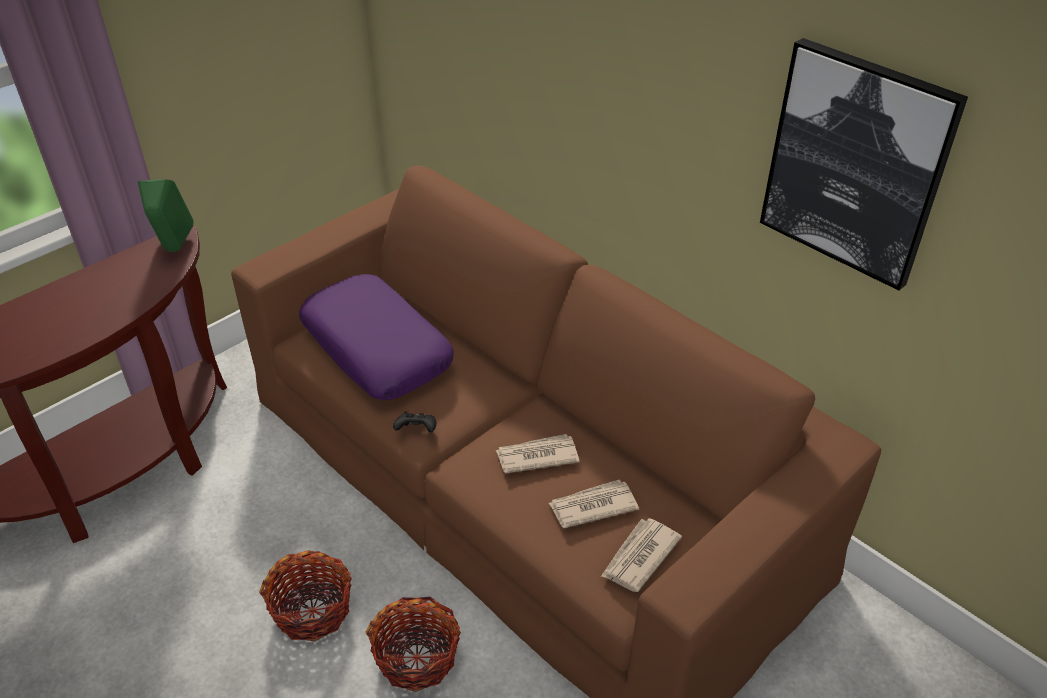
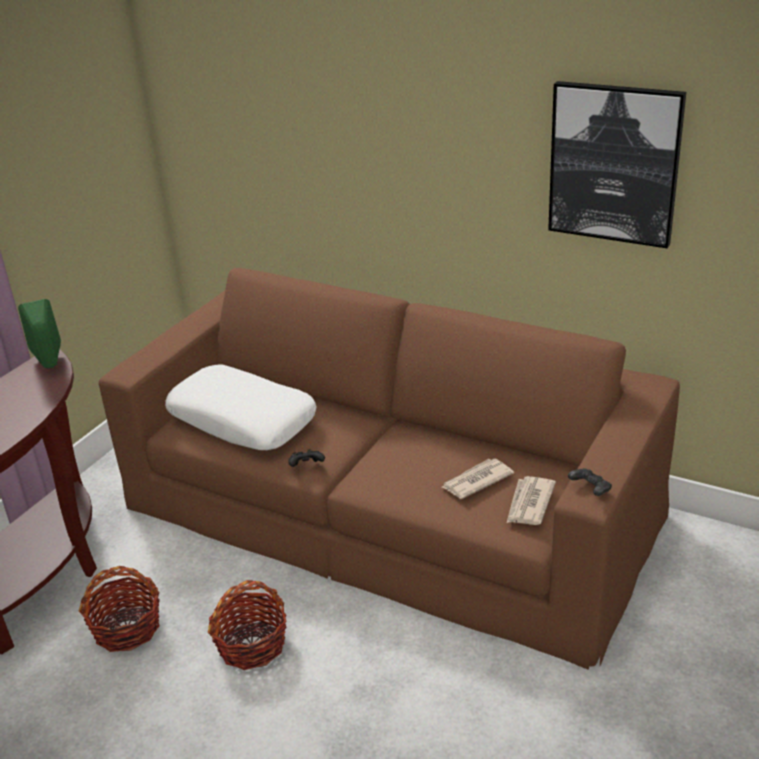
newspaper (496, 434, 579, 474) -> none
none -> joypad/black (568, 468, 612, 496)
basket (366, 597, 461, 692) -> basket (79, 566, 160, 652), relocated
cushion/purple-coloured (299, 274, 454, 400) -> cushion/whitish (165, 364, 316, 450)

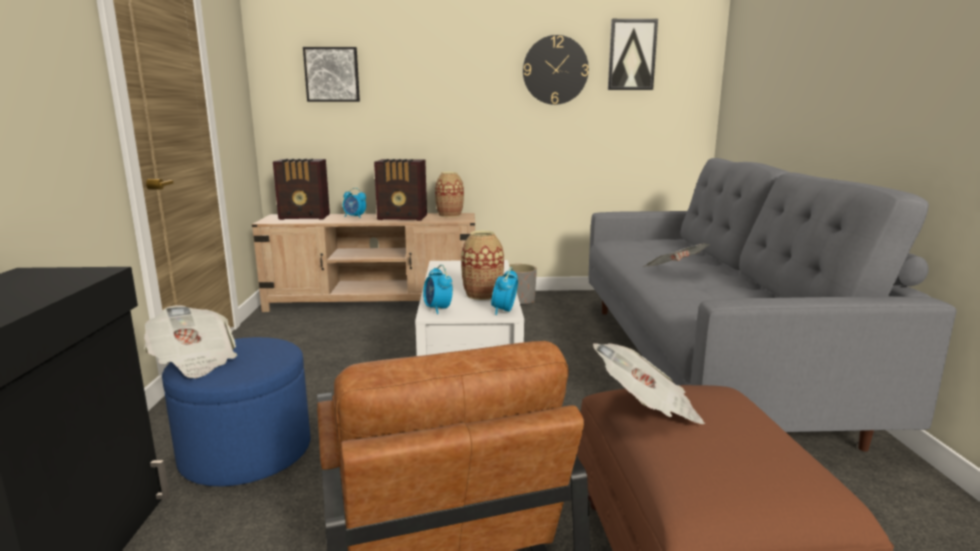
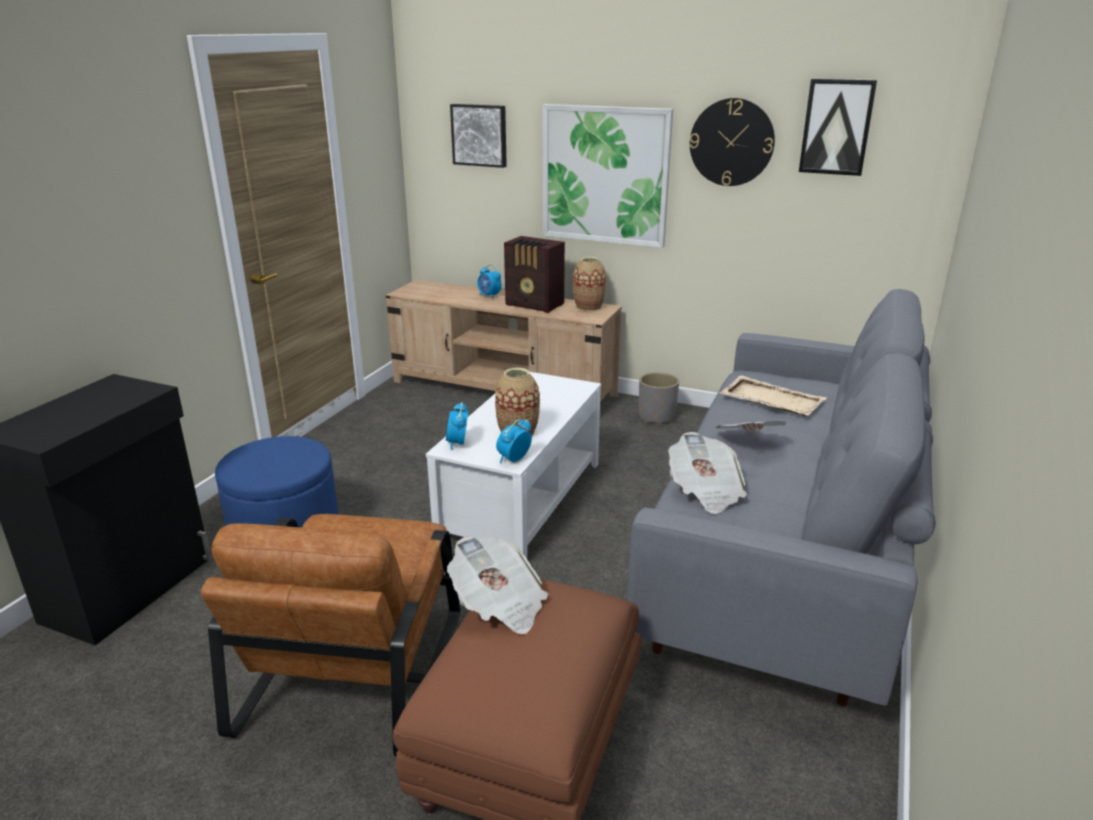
radio set (273, 159, 330, 220) -> none
none -> wall art (543, 104, 673, 248)
none -> carrying tray/sand-coloured (719, 376, 827, 416)
newspaper (144, 305, 237, 378) -> newspaper (668, 432, 747, 514), relocated

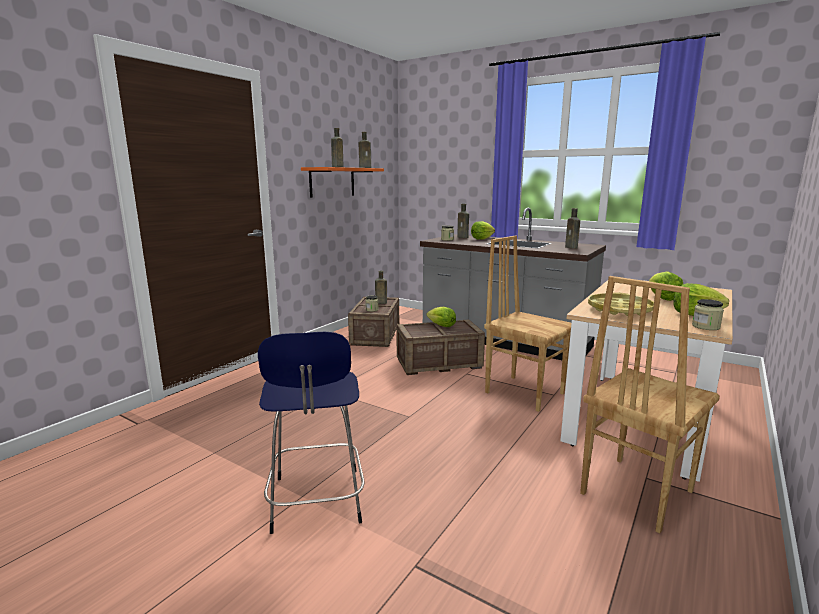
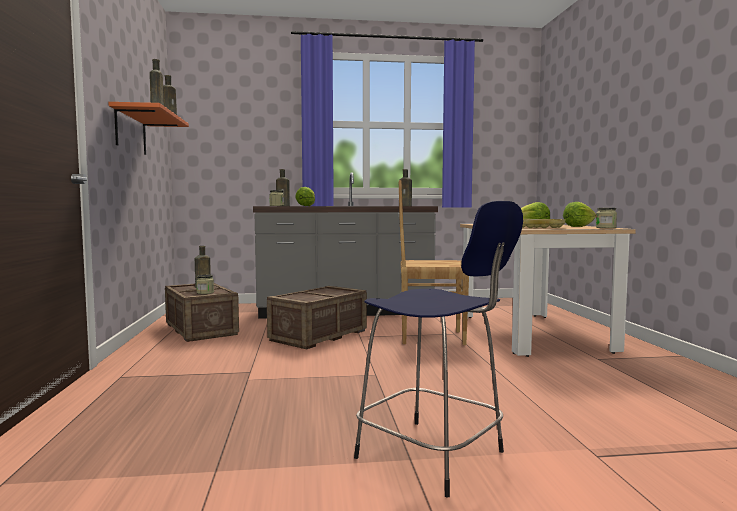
lettuce (427, 307, 456, 327) -> none
upright chair/brown (580, 276, 720, 533) -> none

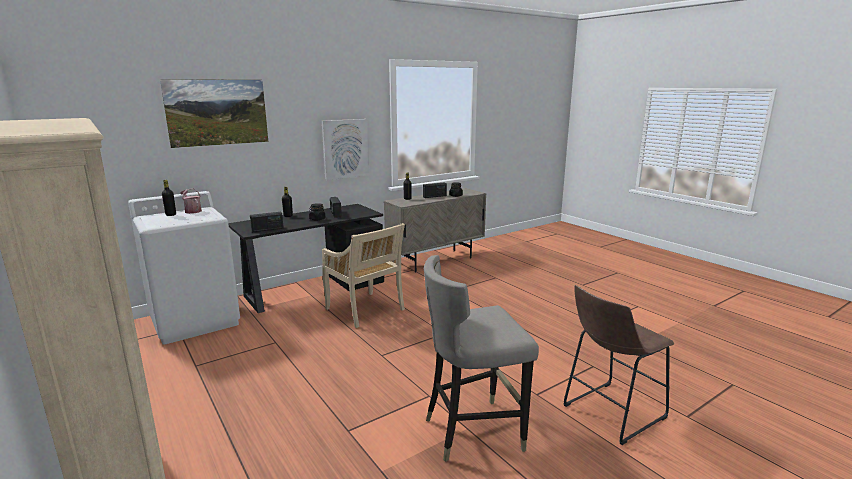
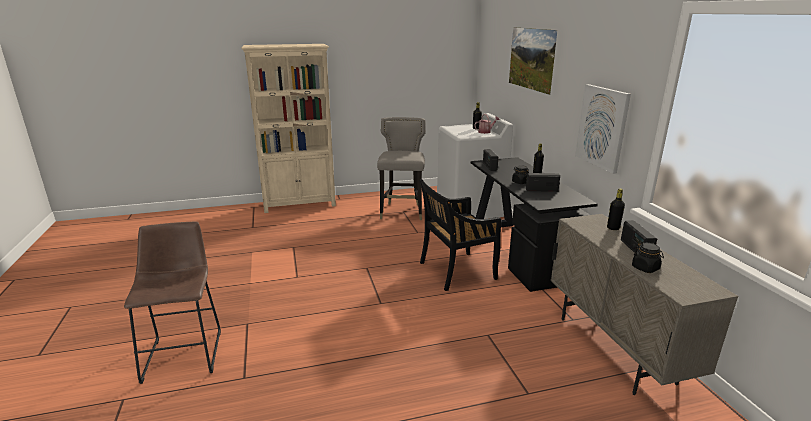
sitting stool/grey (424, 255, 539, 462) -> sitting stool/grey (377, 117, 426, 220), relocated
upright chair/sand-coloured (322, 223, 405, 328) -> upright chair/black (419, 179, 501, 291)

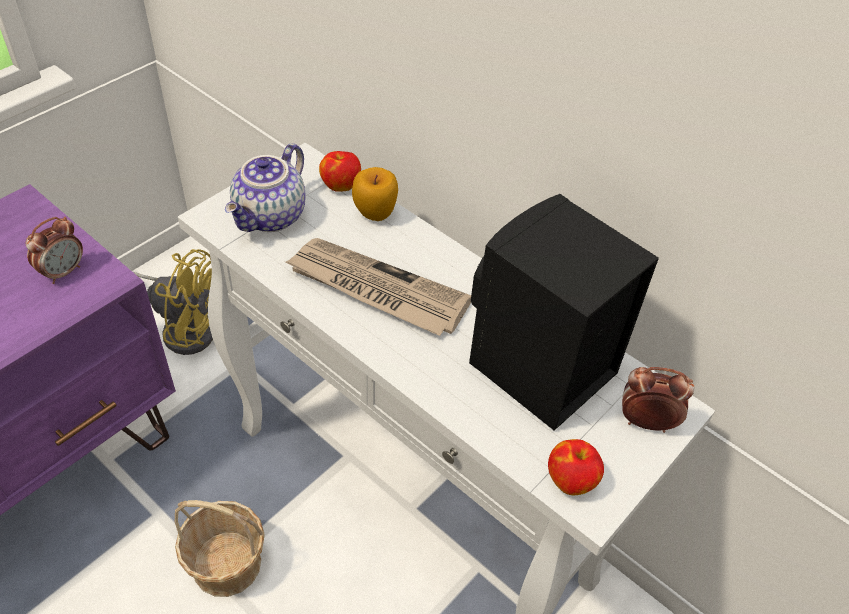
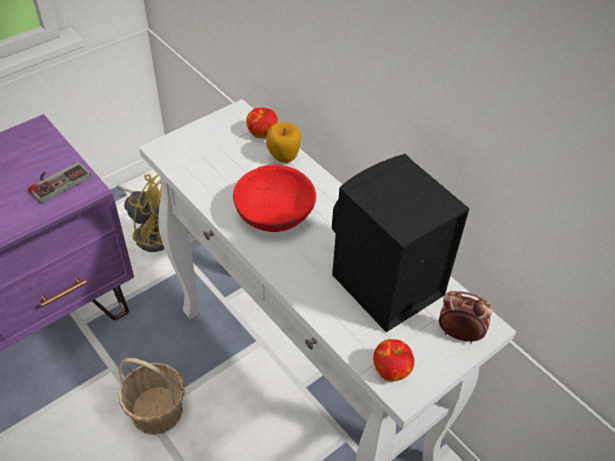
pot for tea (225, 143, 306, 232) -> none
bedside clock (25, 217, 83, 284) -> joypad (28, 162, 91, 204)
newspaper (285, 238, 471, 336) -> deep dish/red (233, 165, 316, 232)

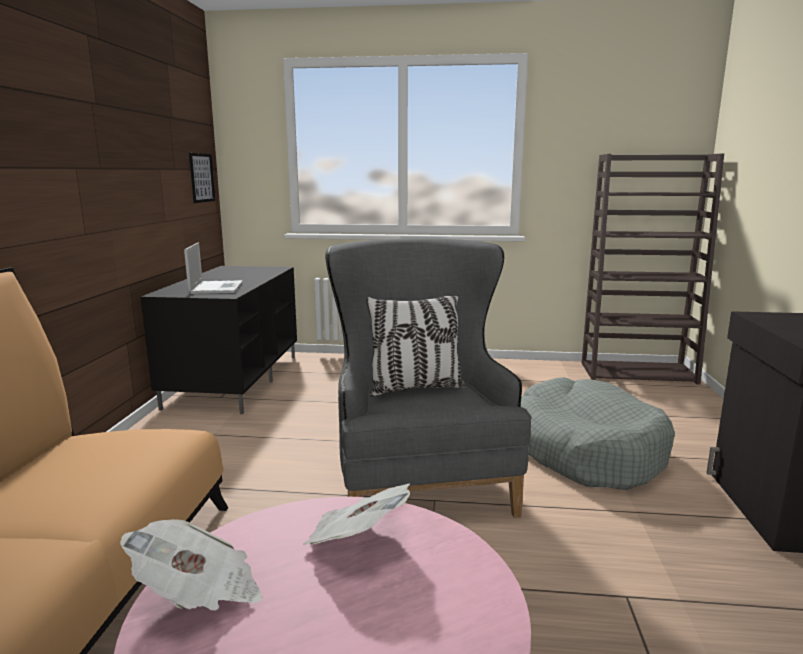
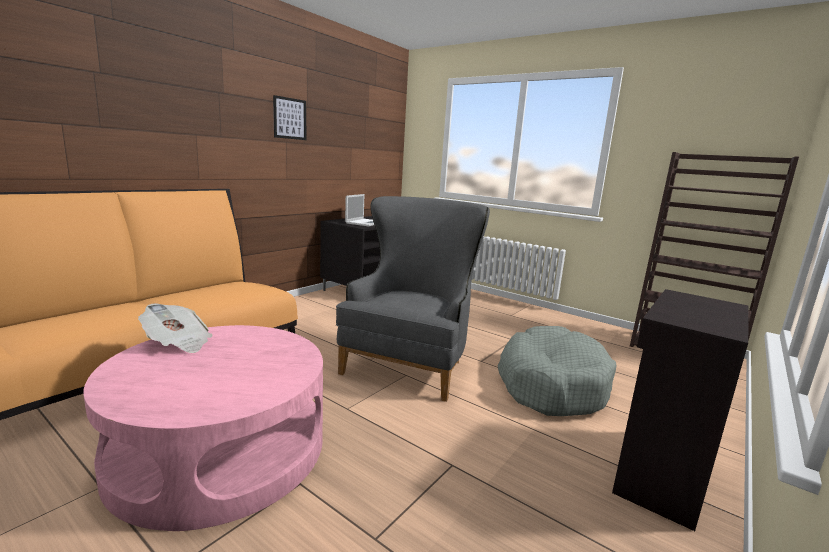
newspaper (303, 484, 410, 545) -> none
cushion (366, 294, 466, 396) -> none
wall art (189, 153, 215, 203) -> wall art (273, 95, 306, 140), relocated

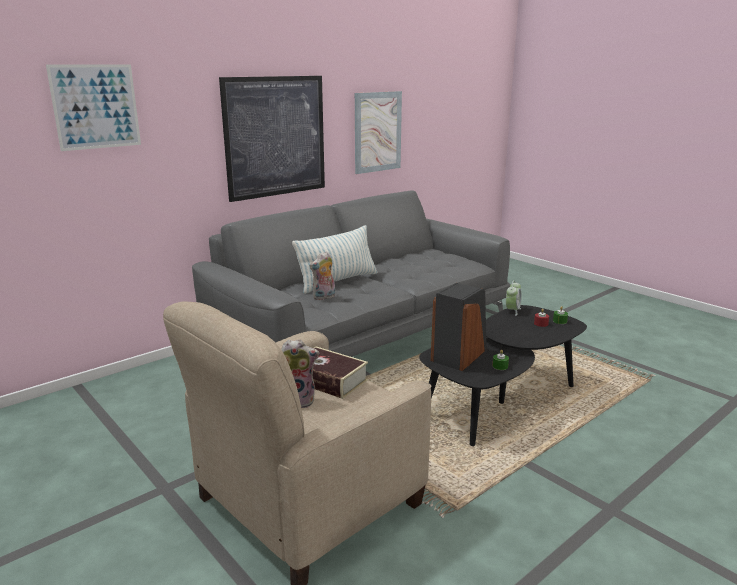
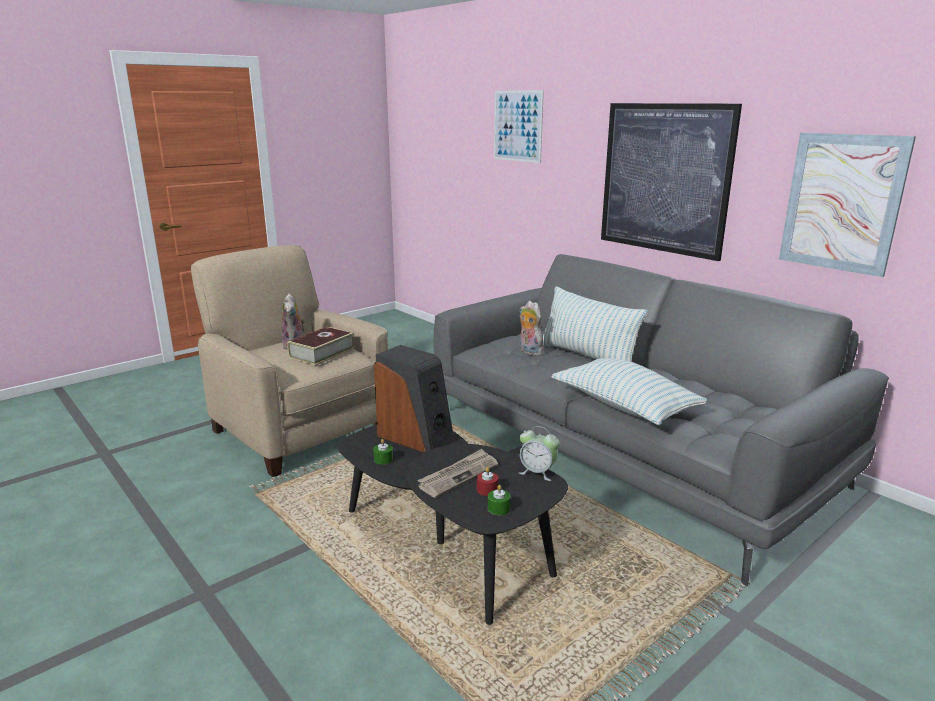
none -> newspaper (417, 449, 498, 498)
none -> cushion (551, 358, 708, 425)

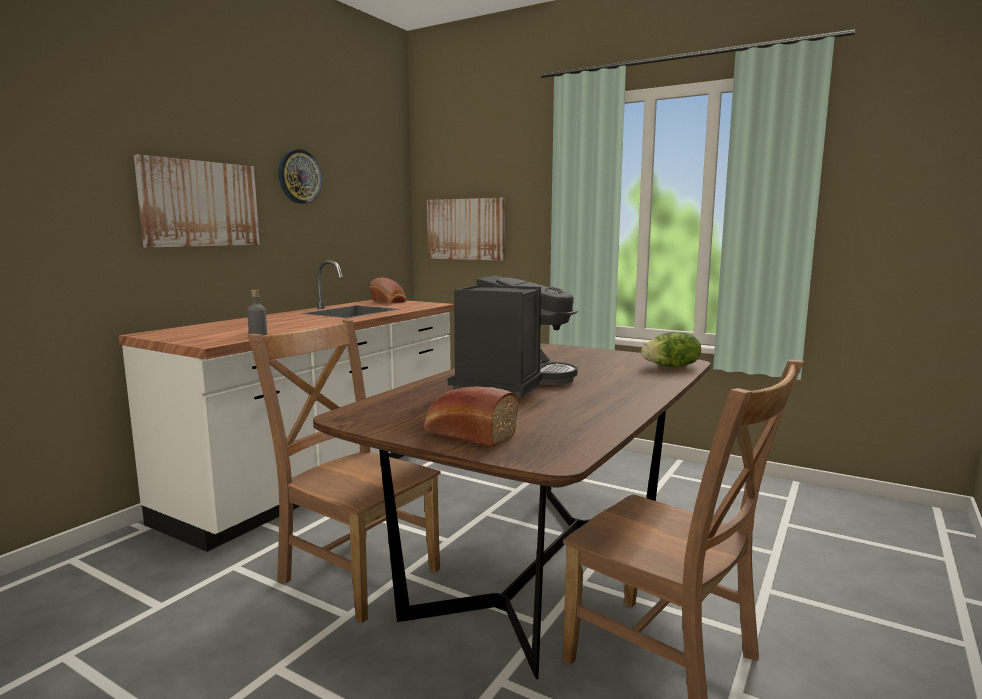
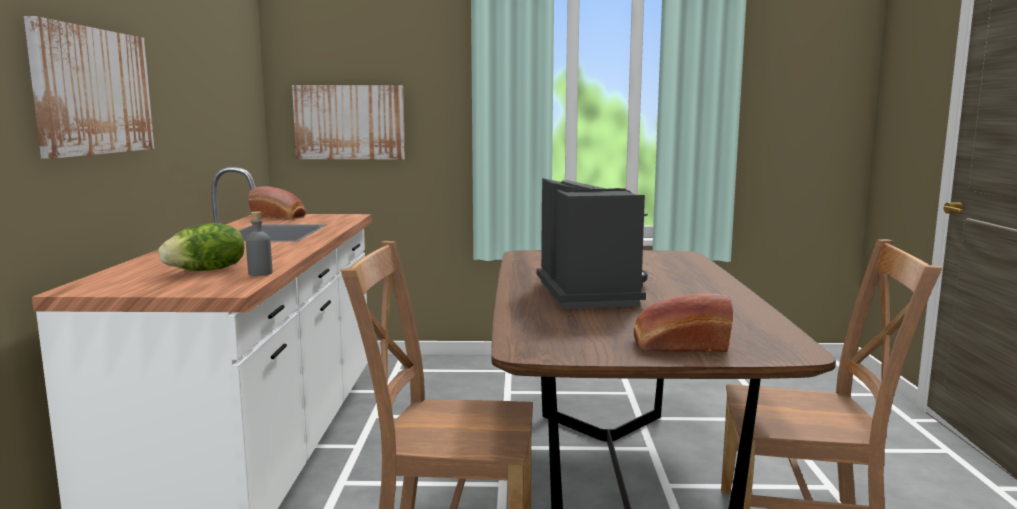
wall clock (278, 149, 322, 204) -> none
lettuce (641, 332, 701, 367) -> lettuce (158, 223, 244, 271), relocated

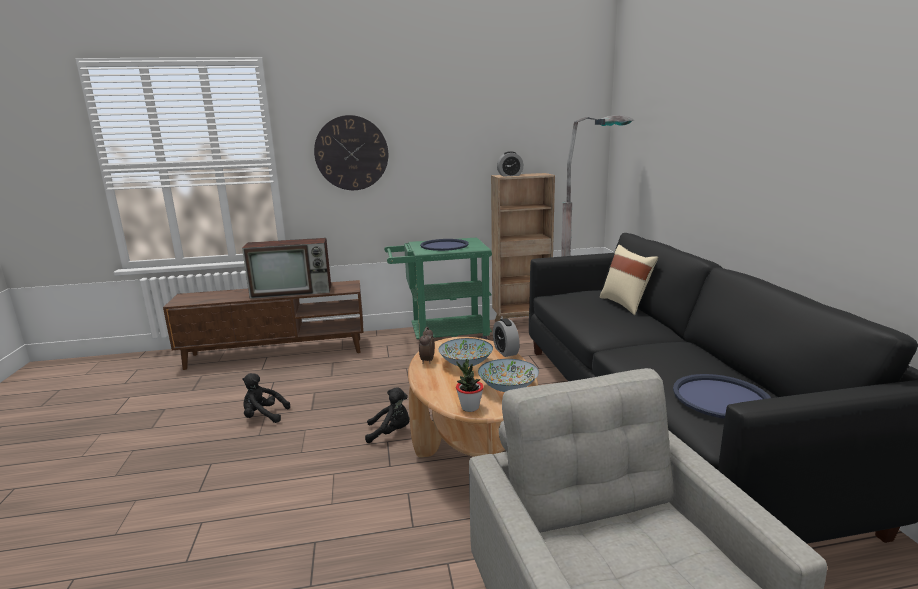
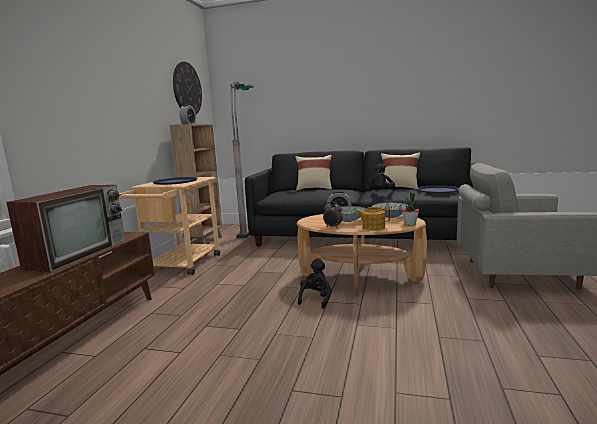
none -> pot for tea (356, 207, 391, 231)
none -> cushion/sand-coloured (381, 152, 420, 189)
soft toy/black (242, 373, 290, 423) -> soft toy/black (371, 164, 396, 190), relocated
wall clock (314, 115, 388, 190) -> wall clock (173, 62, 202, 115), relocated
wheeled cart/green-coloured (384, 237, 492, 340) -> wheeled cart/sand-coloured (119, 177, 220, 275)

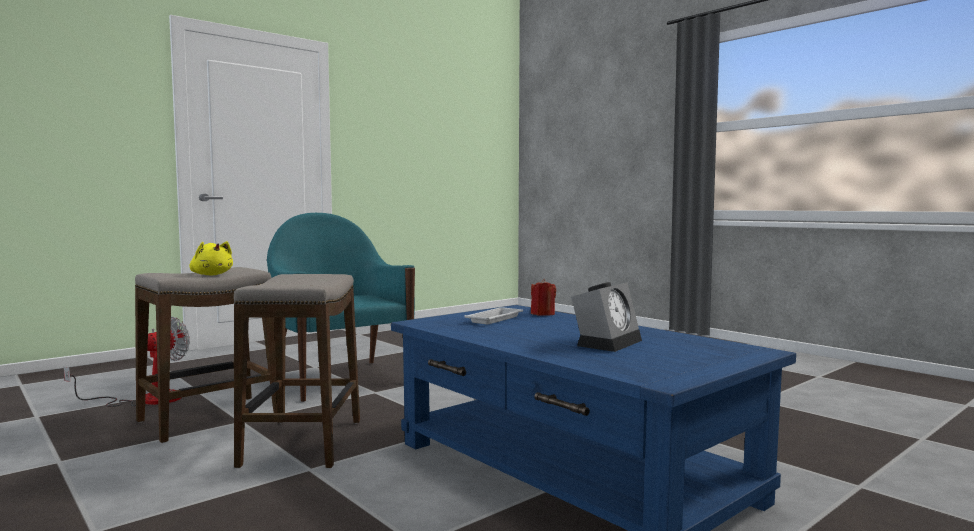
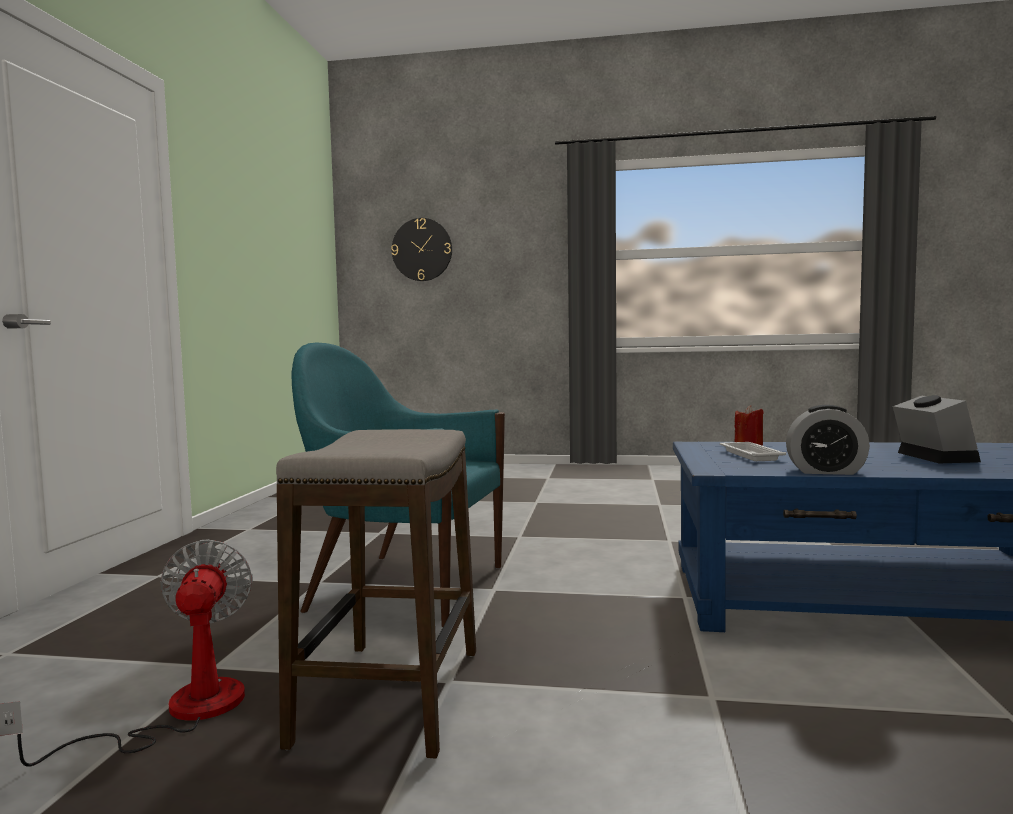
soft toy/yellow (189, 241, 233, 275) -> none
sitting stool (234, 274, 360, 468) -> none
none -> wall clock (391, 218, 452, 281)
none -> bedside clock (786, 405, 870, 475)

